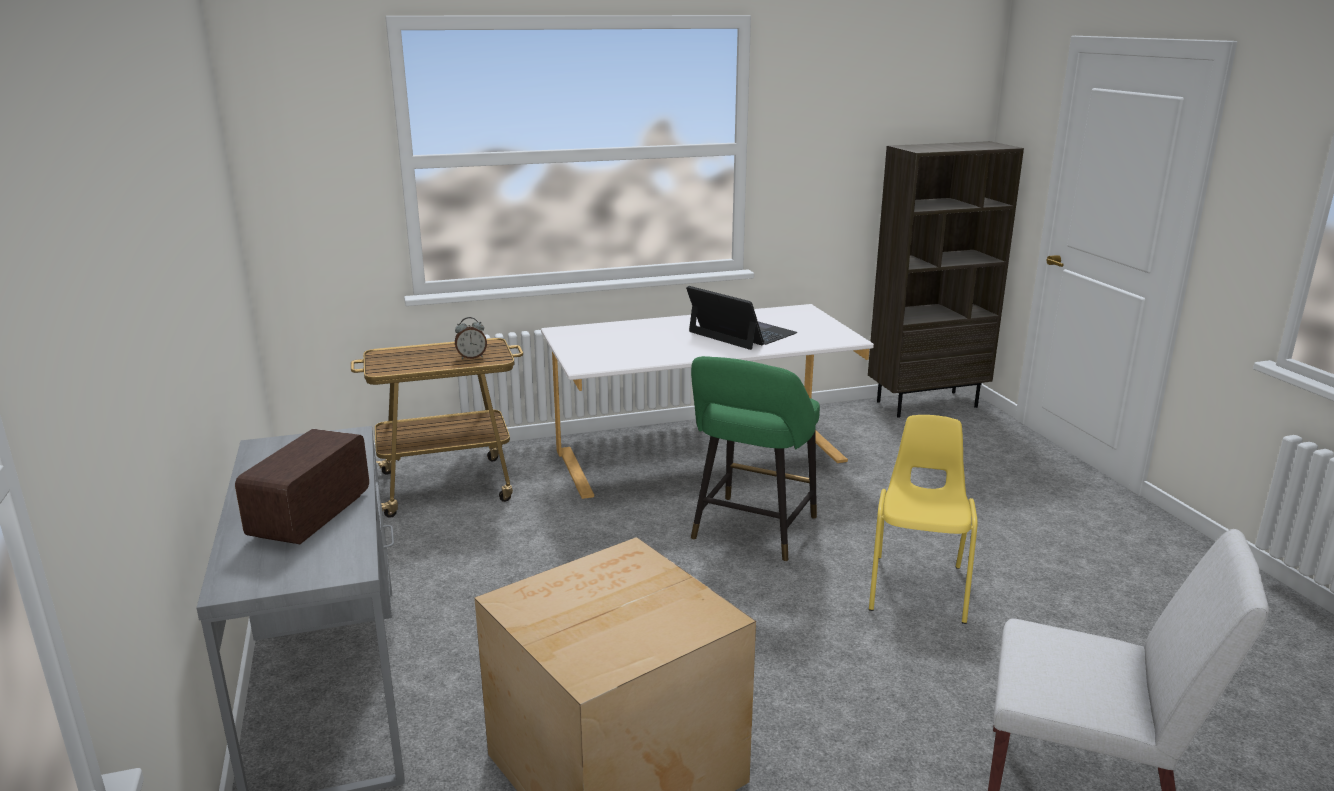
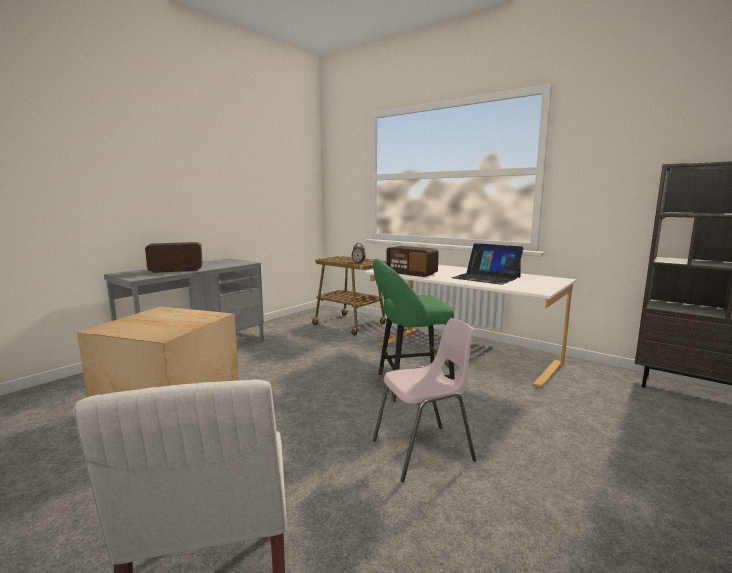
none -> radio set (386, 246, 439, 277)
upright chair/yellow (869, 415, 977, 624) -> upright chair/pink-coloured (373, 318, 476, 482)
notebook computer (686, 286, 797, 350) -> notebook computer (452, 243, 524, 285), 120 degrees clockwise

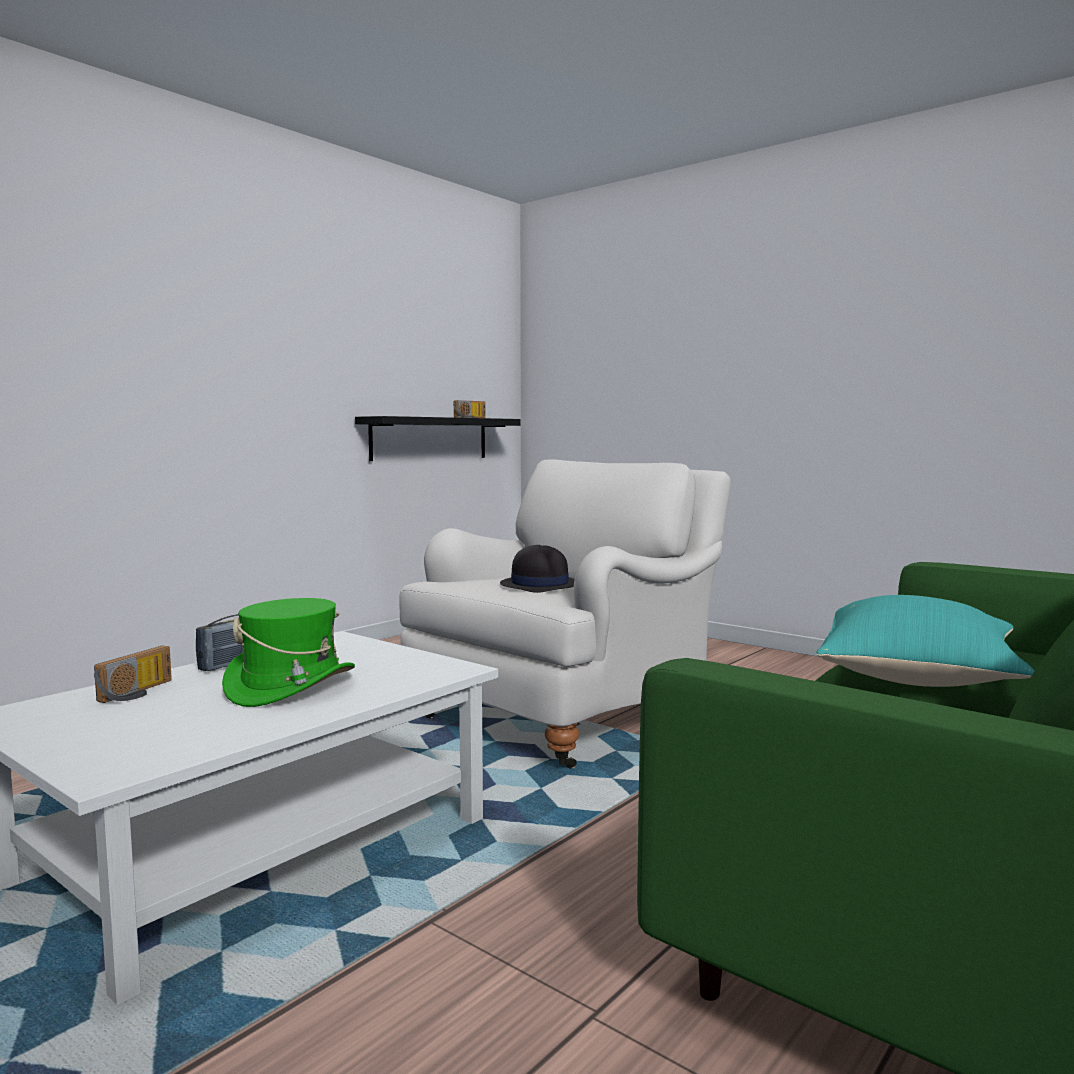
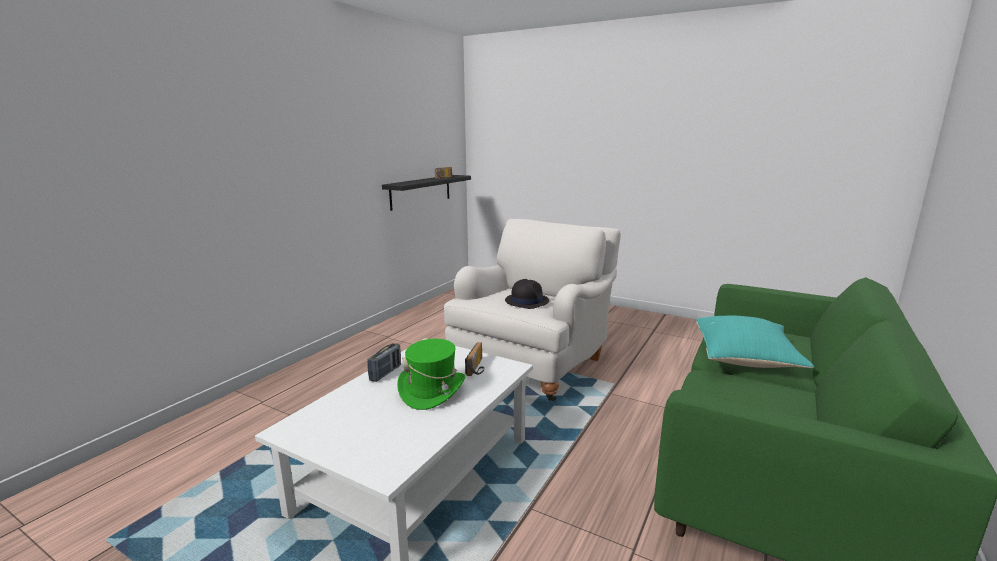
radio set (94, 646, 172, 703) -> radio set (465, 342, 484, 376), relocated

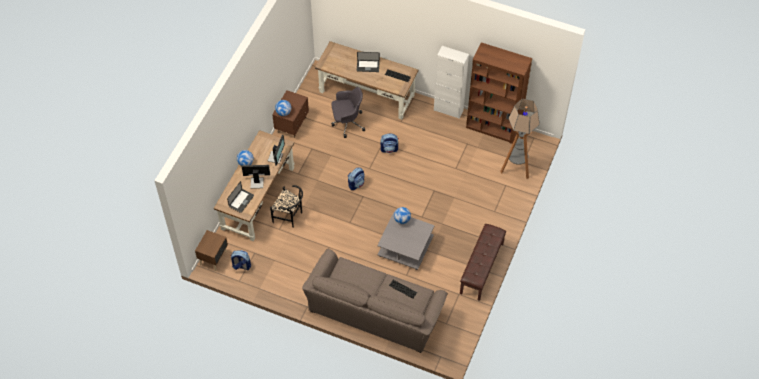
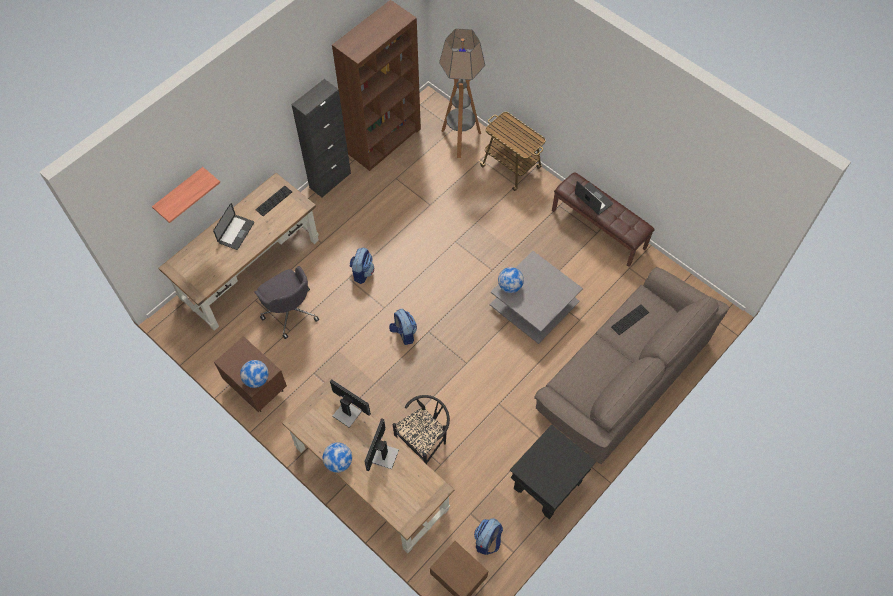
none -> wall shelf (152, 167, 220, 223)
none -> wheeled cart (478, 112, 546, 191)
none -> accent table/black (510, 424, 597, 519)
notebook computer (227, 181, 254, 213) -> notebook computer (575, 181, 613, 215), relocated
cabinet/whitish (434, 46, 469, 119) -> cabinet/black (291, 79, 351, 198)
desk chair/grey (331, 87, 365, 138) -> desk chair/grey (254, 266, 319, 339), 135 degrees clockwise

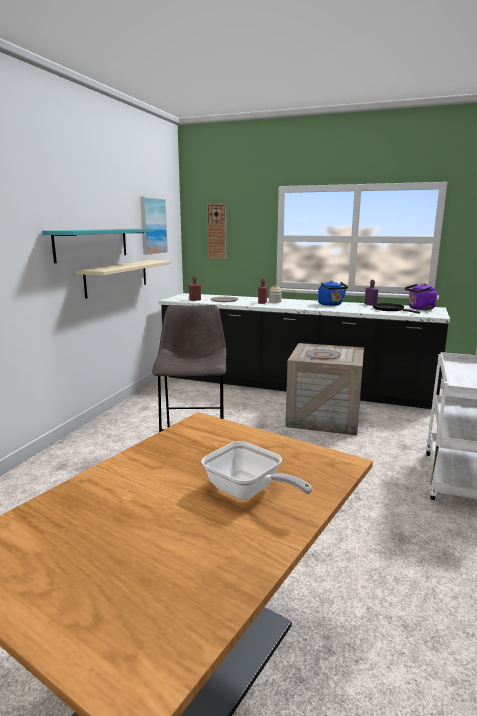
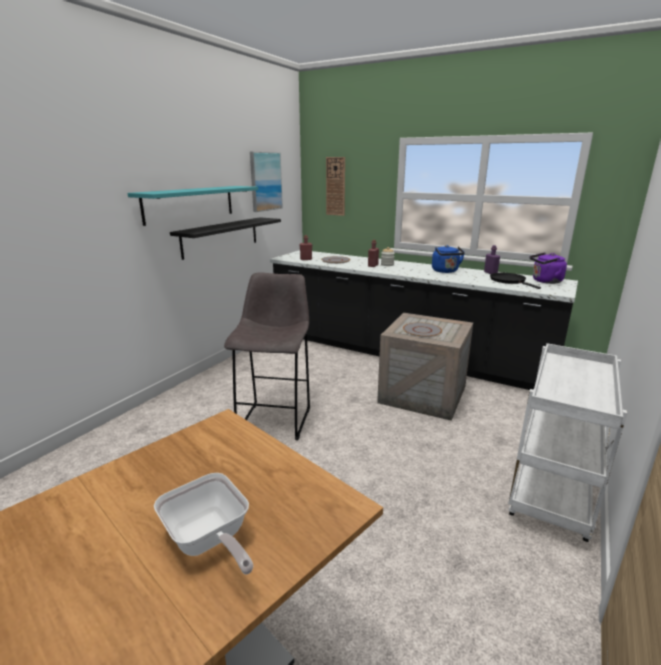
wall shelf/sand-coloured (76, 260, 171, 299) -> wall shelf/black (170, 217, 281, 260)

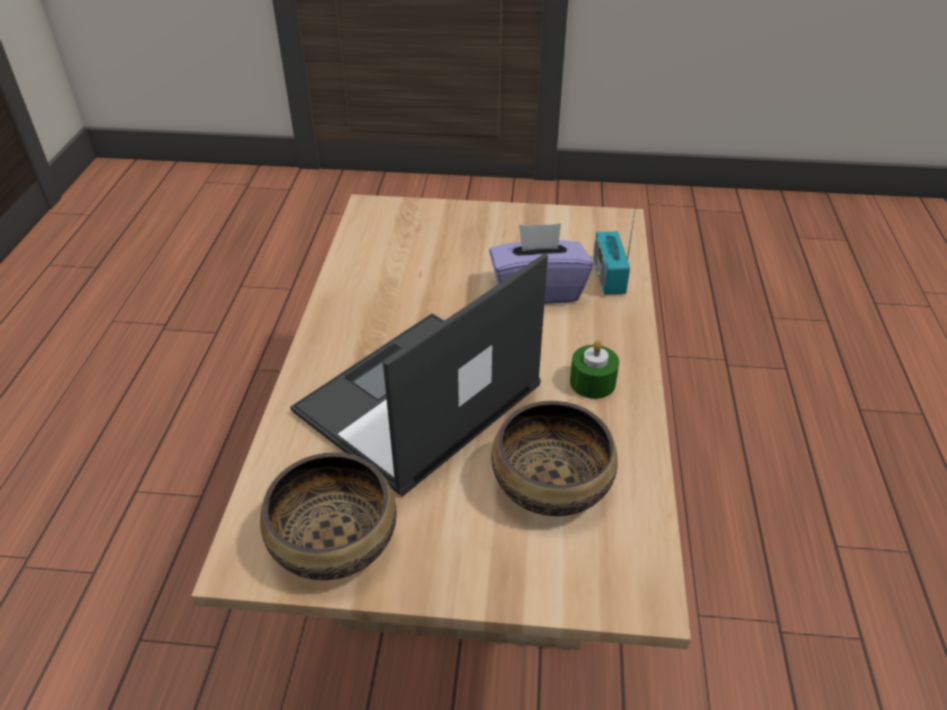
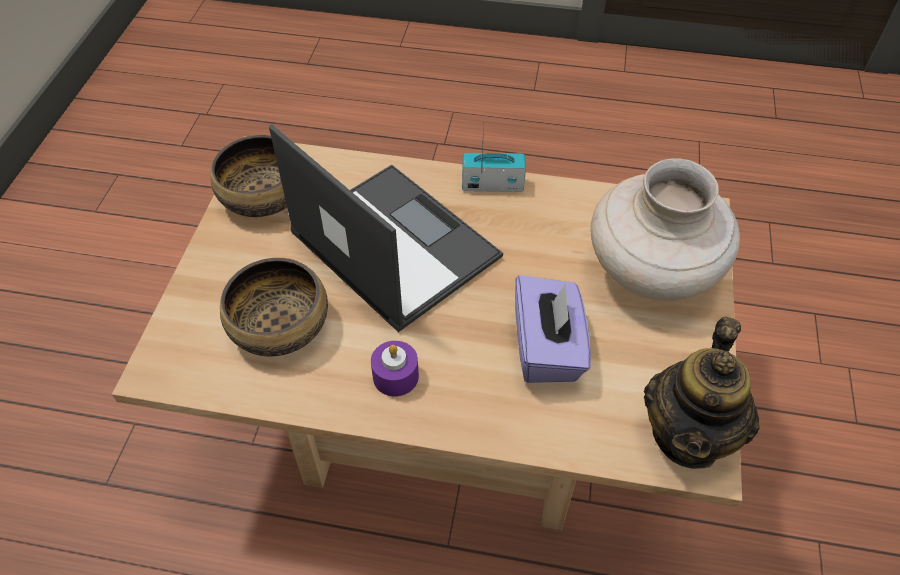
none -> decorative vase/sand-coloured (590, 158, 740, 301)
none -> pot for tea (644, 316, 760, 469)
radio set (593, 200, 637, 295) -> radio set (462, 121, 526, 192), relocated
wax candle/green-coloured (570, 340, 619, 399) -> wax candle/purple-coloured (371, 341, 419, 397)

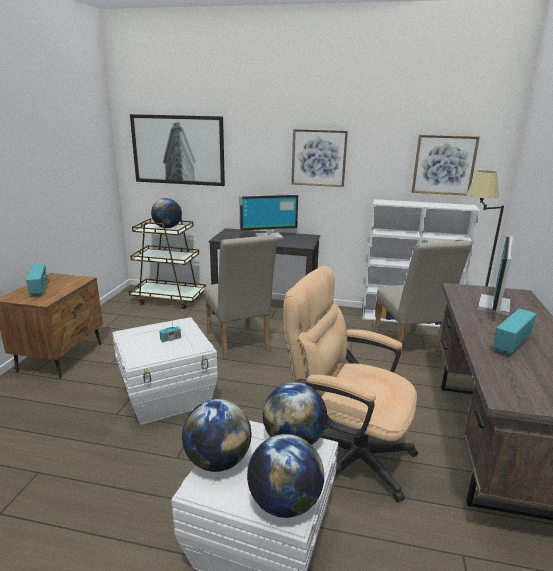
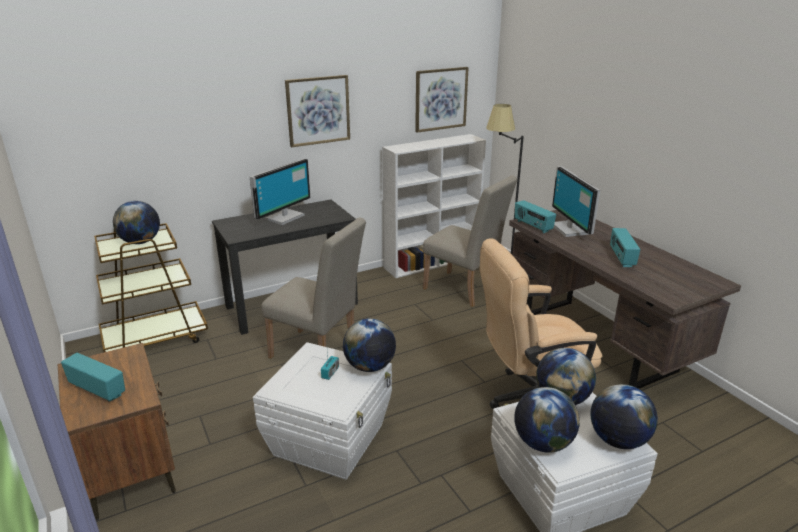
wall art (130, 114, 225, 186) -> none
none -> world globe (343, 318, 396, 372)
none -> radio set (515, 200, 556, 233)

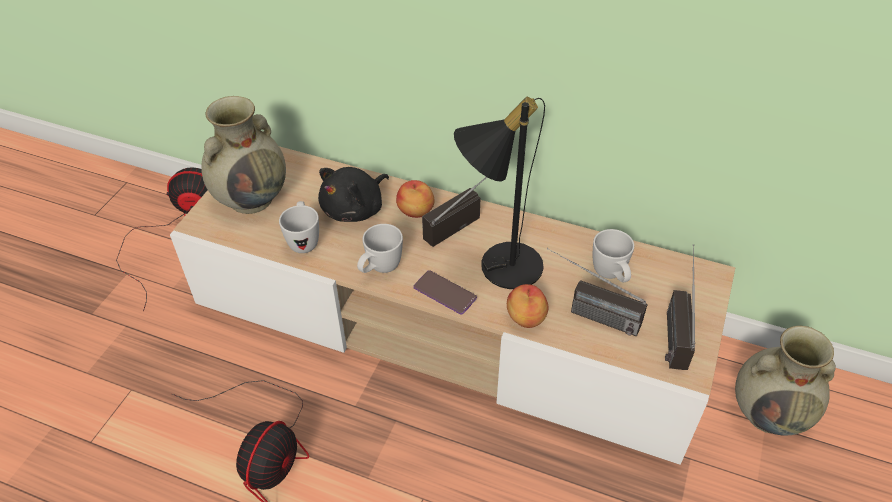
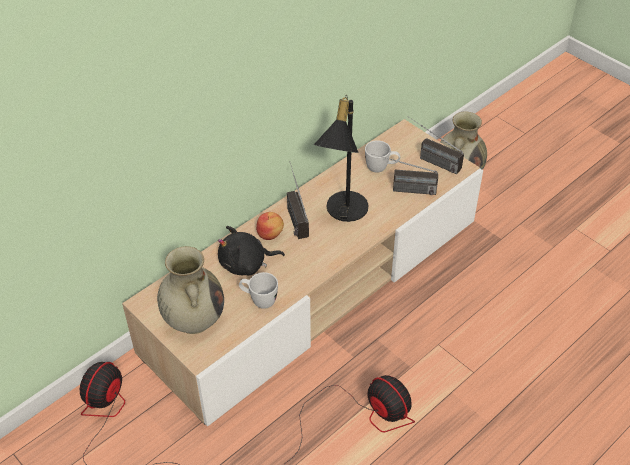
tea mug/whitish (357, 224, 403, 273) -> none
telephone (413, 270, 477, 315) -> none
apple (507, 284, 548, 328) -> none
soft toy/black (318, 167, 389, 222) -> soft toy/black (218, 226, 285, 275), 105 degrees clockwise
radio set (547, 248, 648, 336) -> radio set (372, 154, 438, 195), 45 degrees clockwise

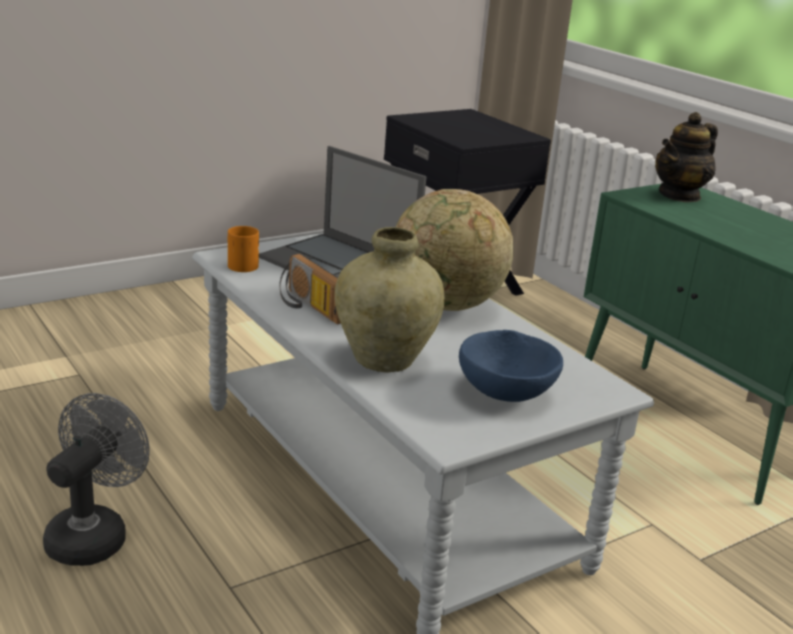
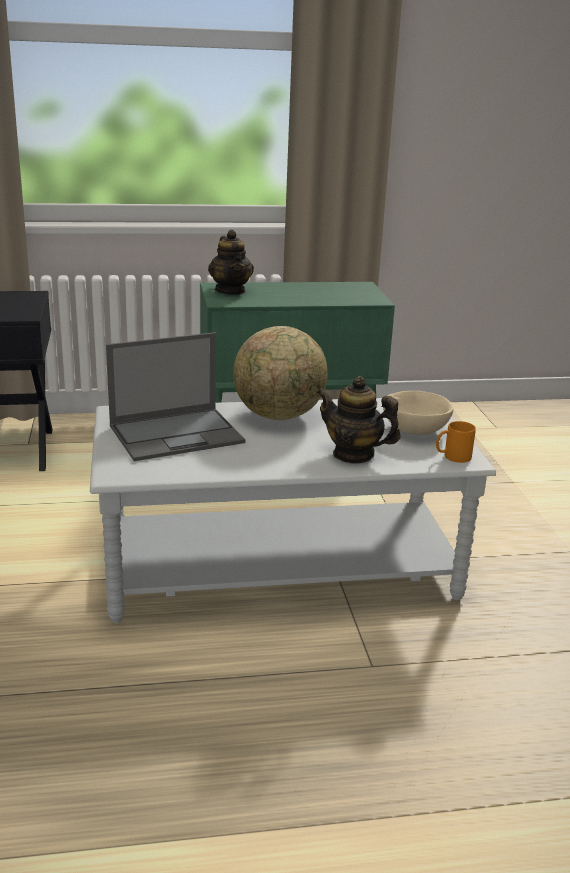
cooling fan/grey (43, 393, 150, 566) -> none
radio set (280, 254, 341, 324) -> none
tea mug/orange-coloured (227, 226, 259, 272) -> tea mug/orange-coloured (436, 421, 476, 463), relocated
decorative vase/sand-coloured (335, 227, 444, 373) -> pot for tea (316, 376, 401, 464)
deep dish/bluish (459, 330, 563, 402) -> deep dish/sand-coloured (383, 391, 454, 435)

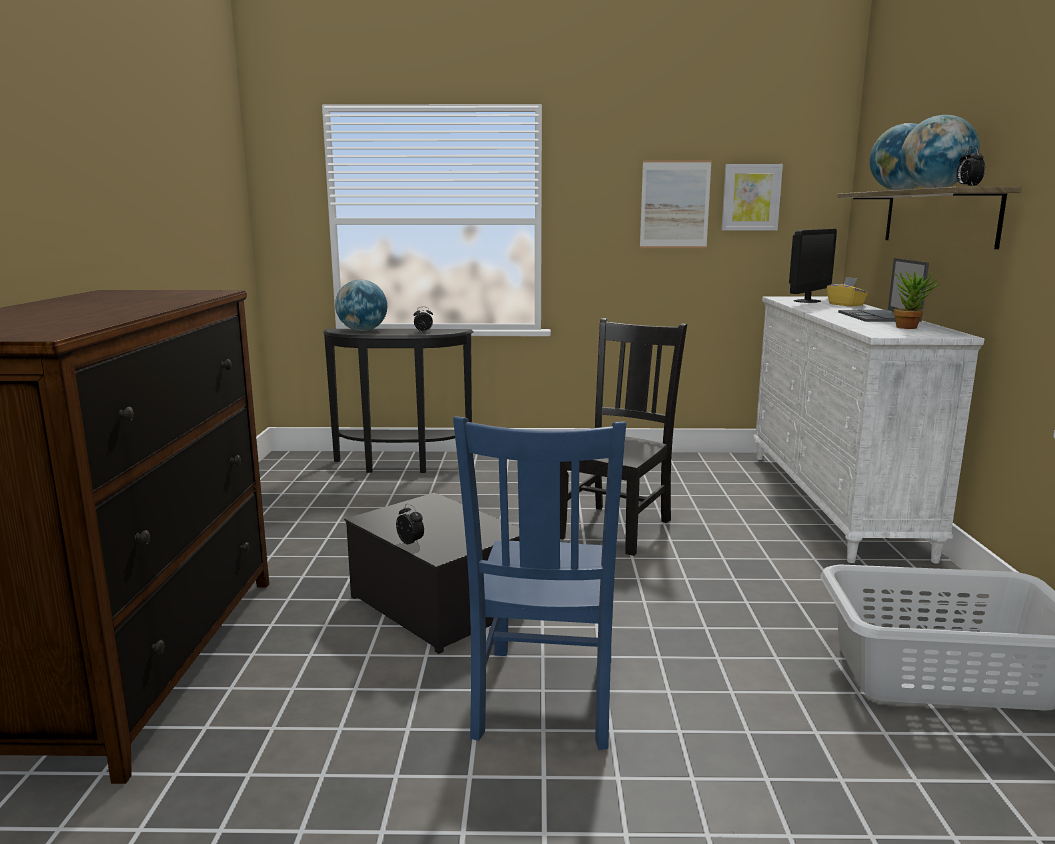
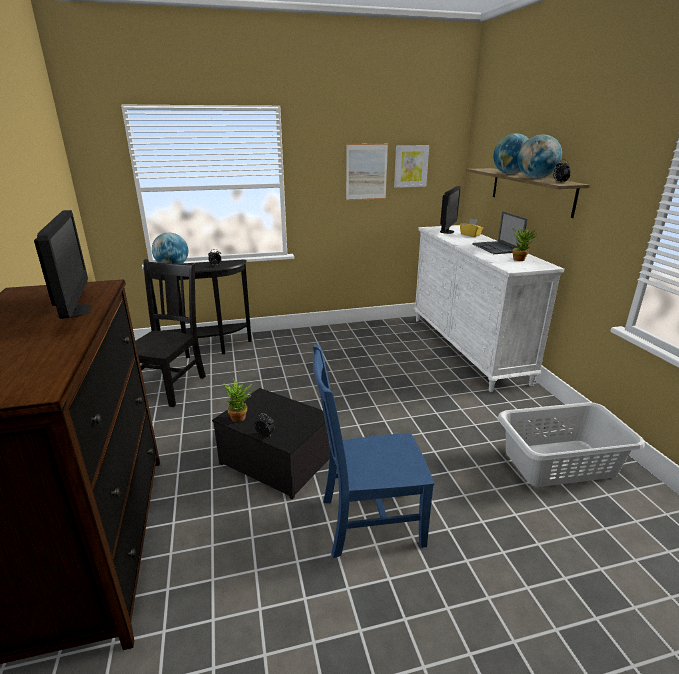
none -> monitor (34, 210, 92, 319)
none -> potted plant (223, 378, 255, 422)
upright chair/black (560, 318, 687, 556) -> upright chair/black (135, 259, 206, 407), relocated
upright chair/bluish (453, 416, 626, 750) -> upright chair/bluish (313, 344, 434, 558), 90 degrees clockwise

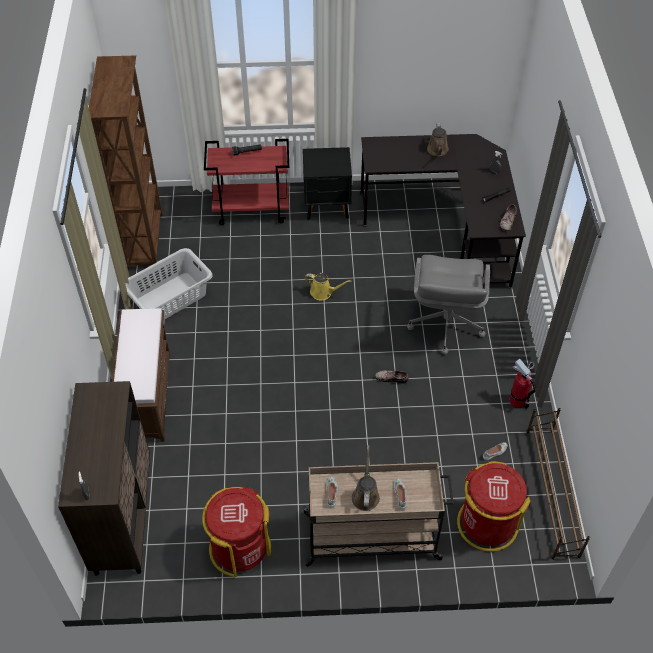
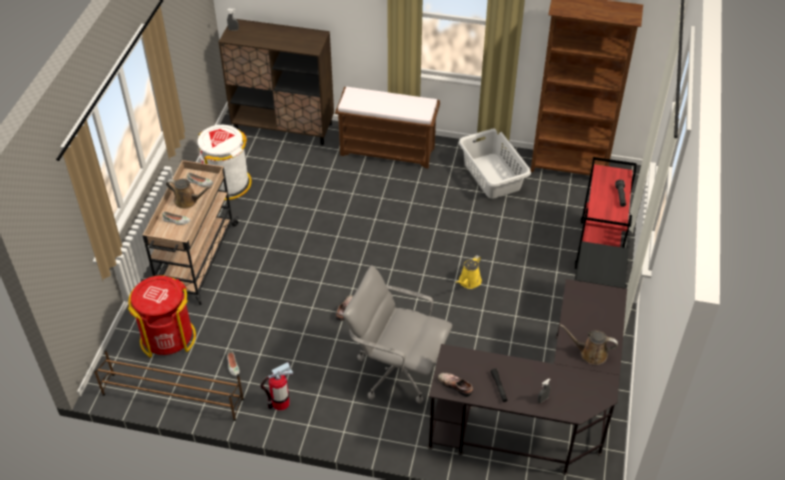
waste bin/red (202, 487, 271, 577) -> waste bin/whitish (198, 125, 252, 200)

